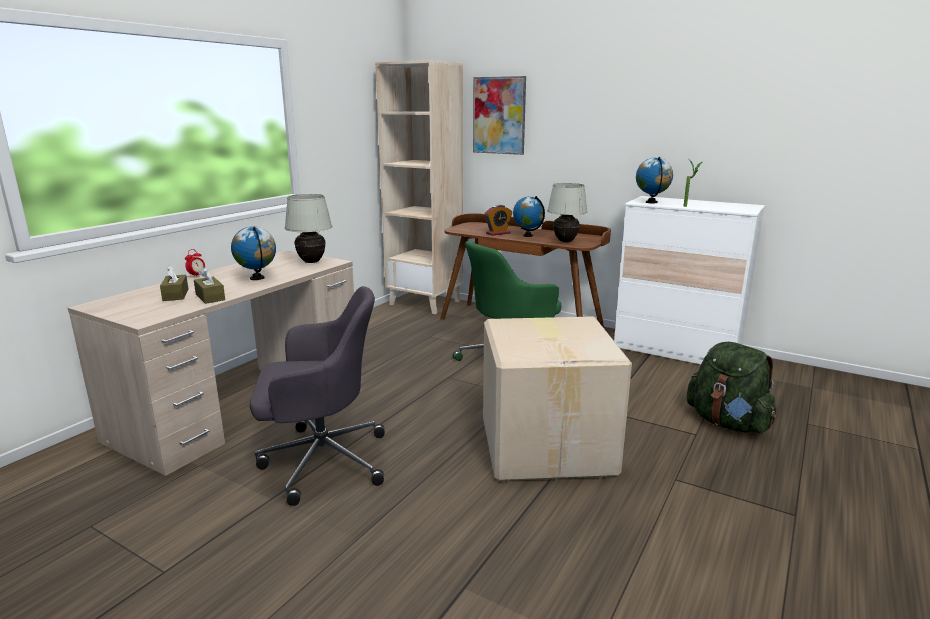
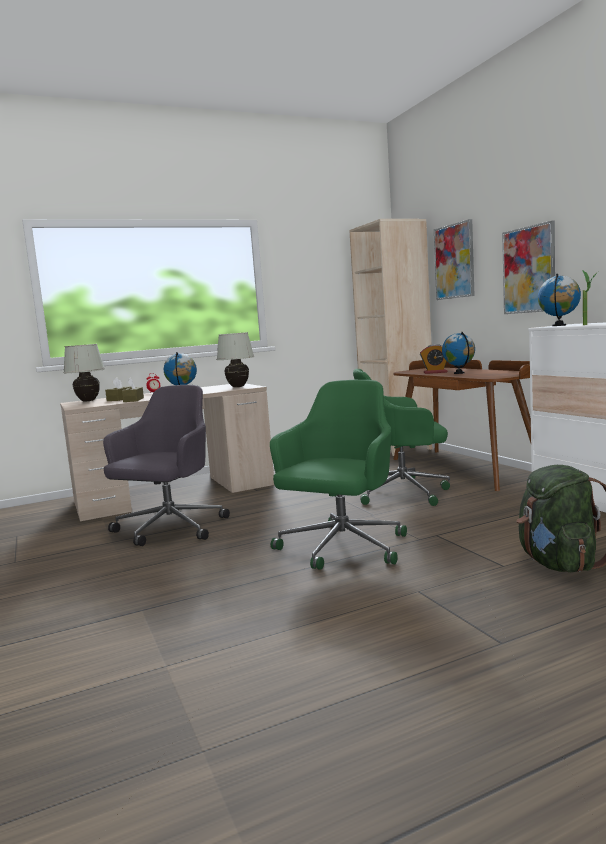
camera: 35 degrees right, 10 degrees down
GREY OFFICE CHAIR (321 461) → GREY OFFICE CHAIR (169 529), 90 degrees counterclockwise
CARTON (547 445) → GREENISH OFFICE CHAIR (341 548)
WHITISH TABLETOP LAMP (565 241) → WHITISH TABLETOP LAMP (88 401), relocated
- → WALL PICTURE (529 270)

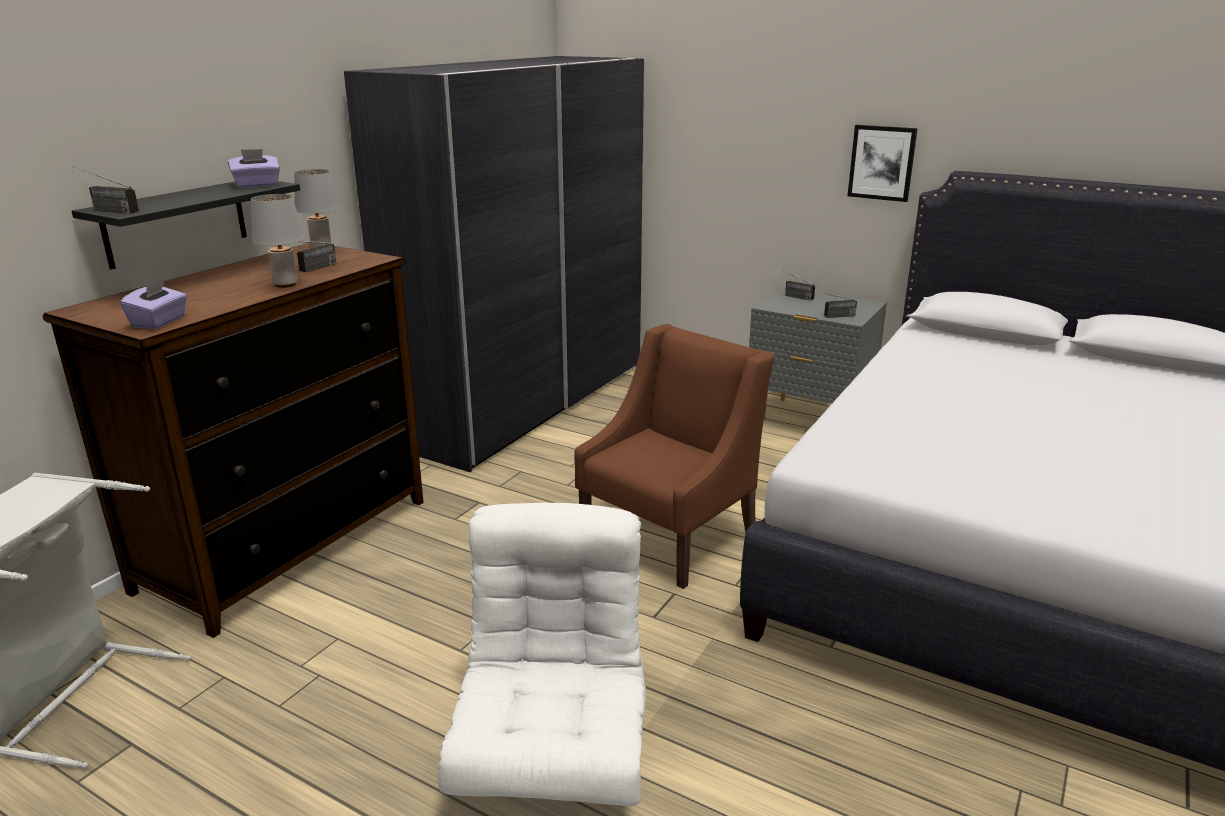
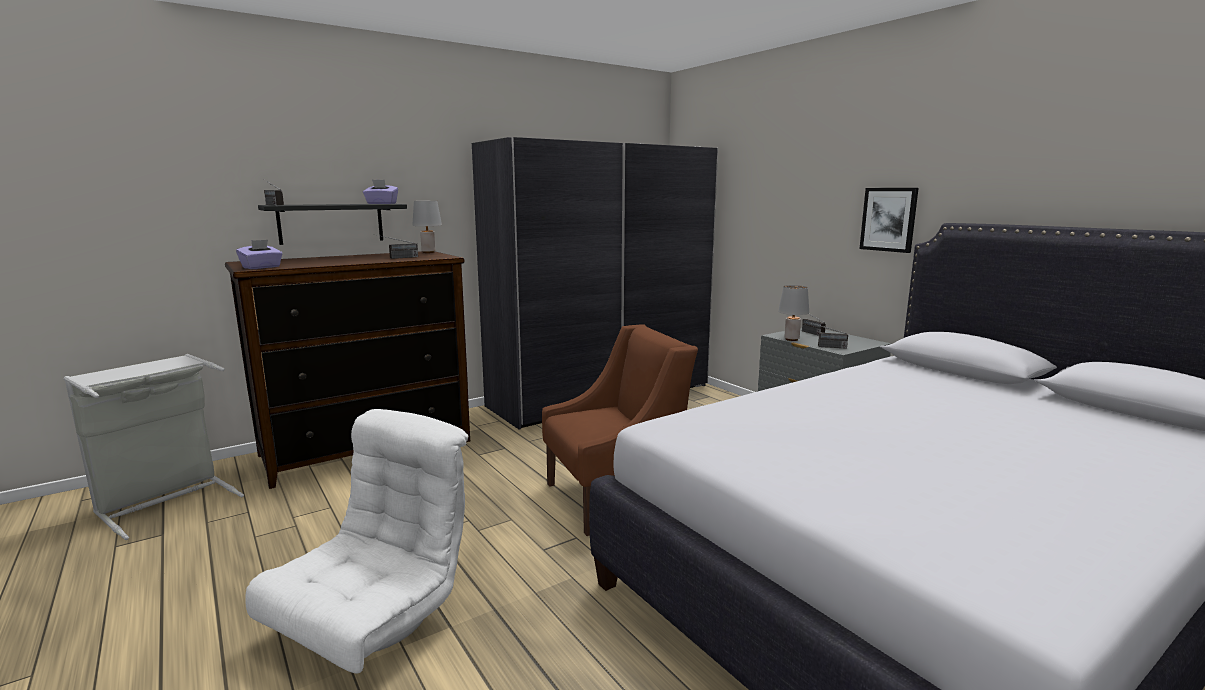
camera: 25 degrees right, 10 degrees down
GREY TABLETOP LAMP (284 285) → GREY TABLETOP LAMP (791 339), relocated

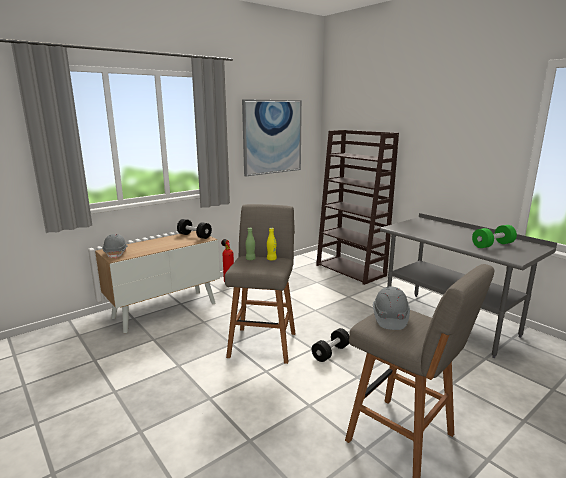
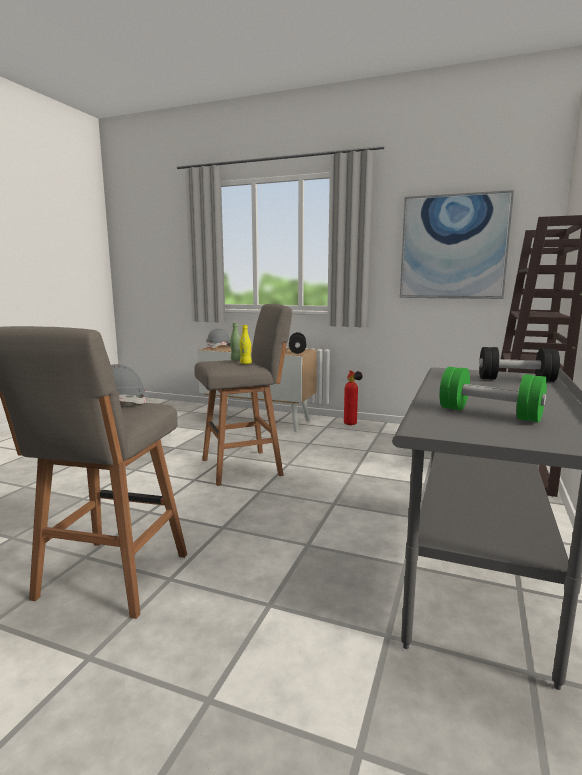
camera: 60 degrees right, 5 degrees down
BLACKISH HAND WEIGHT (330 352) → BLACKISH HAND WEIGHT (515 380), relocated

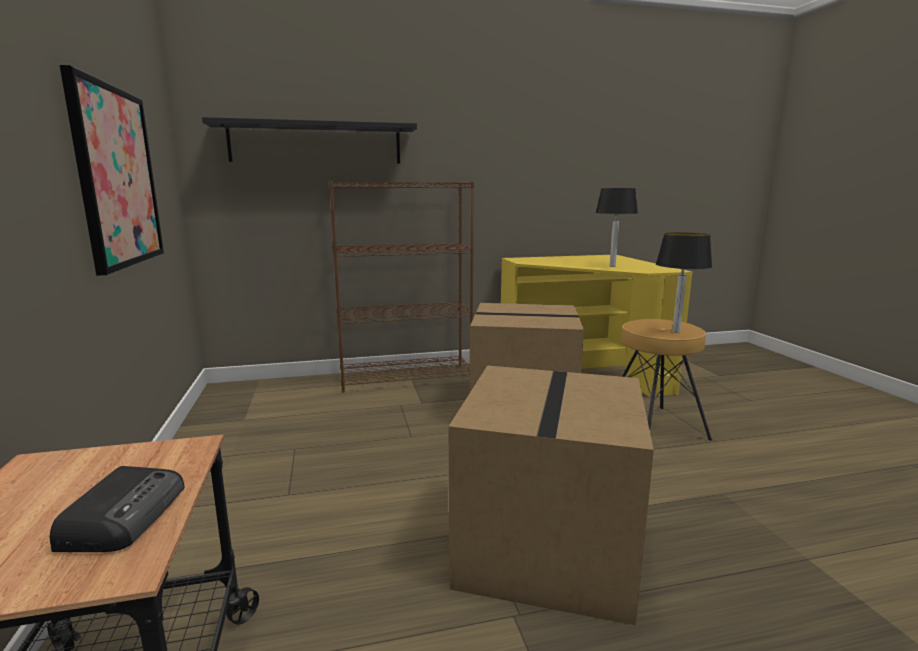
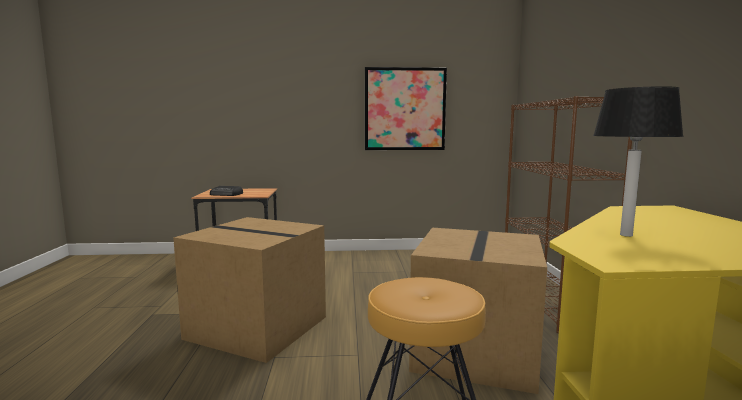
camera: 100 degrees right, 5 degrees down
BLACKISH BRACKET SHELF (316 143) → -
TABLETOP LAMP (676 332) → -

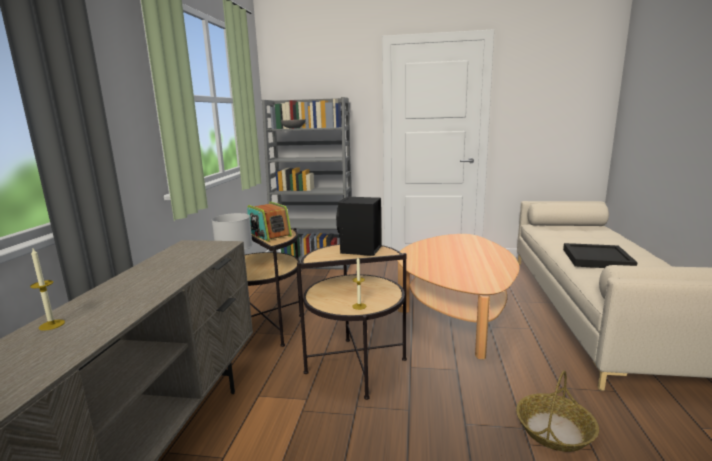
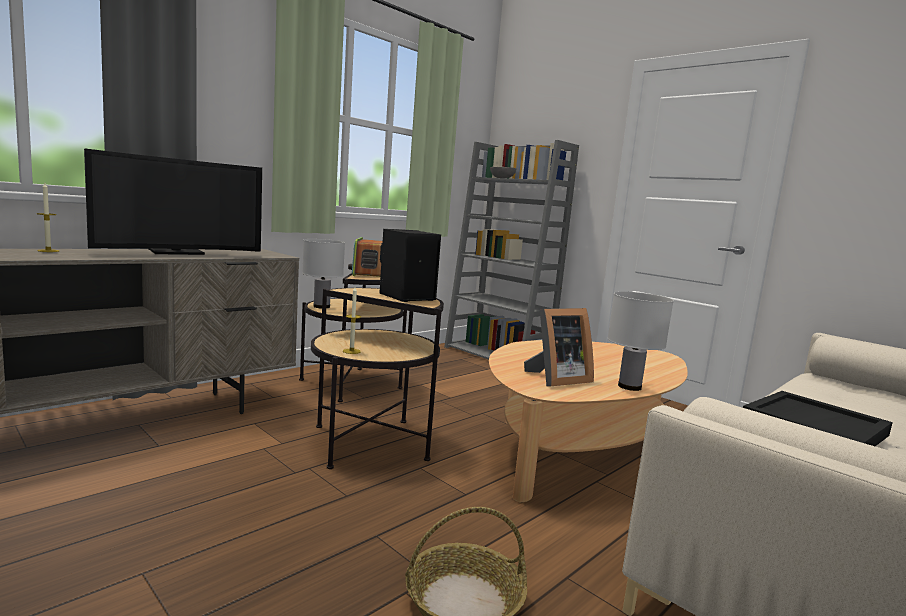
camera: 35 degrees right, 5 degrees down
- → TELEVISION (176 252)
- → STANDING FRAME (556 379)
- → WHITISH TABLETOP LAMP (630 387)

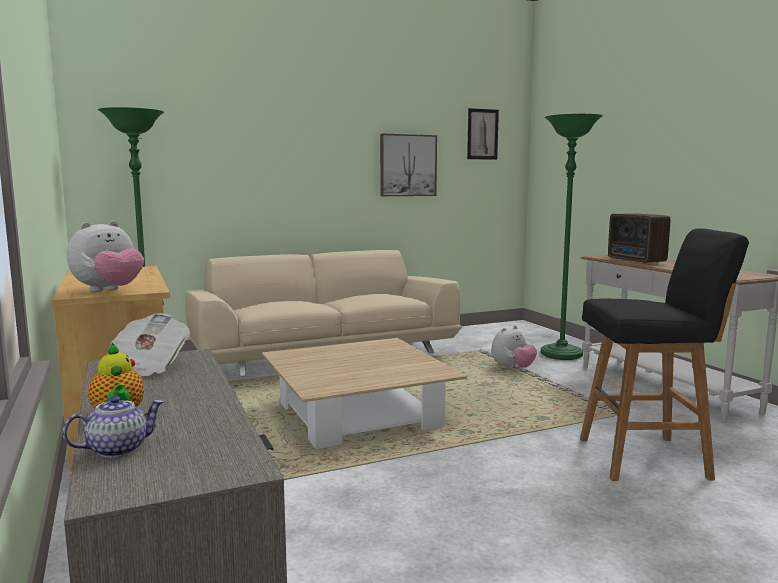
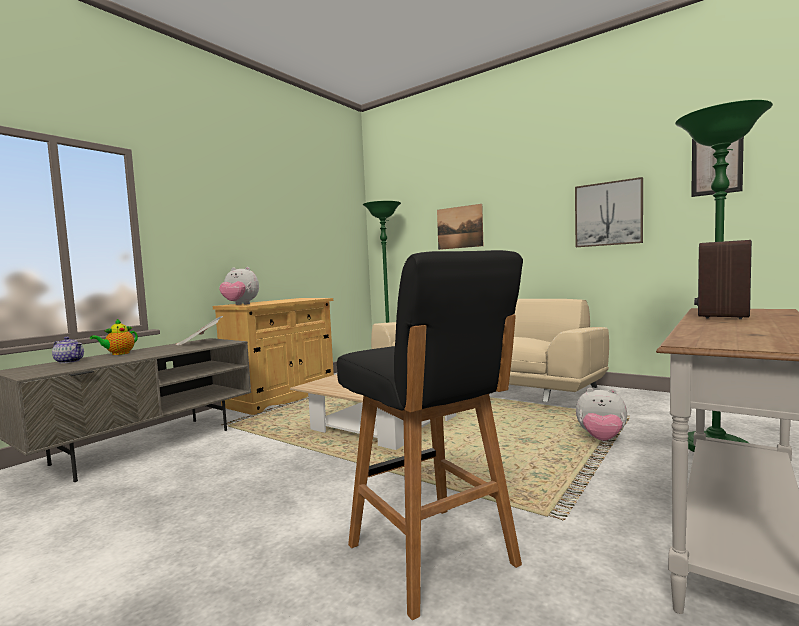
camera: 60 degrees right, 5 degrees down
- → WALL PICTURE (459 227)

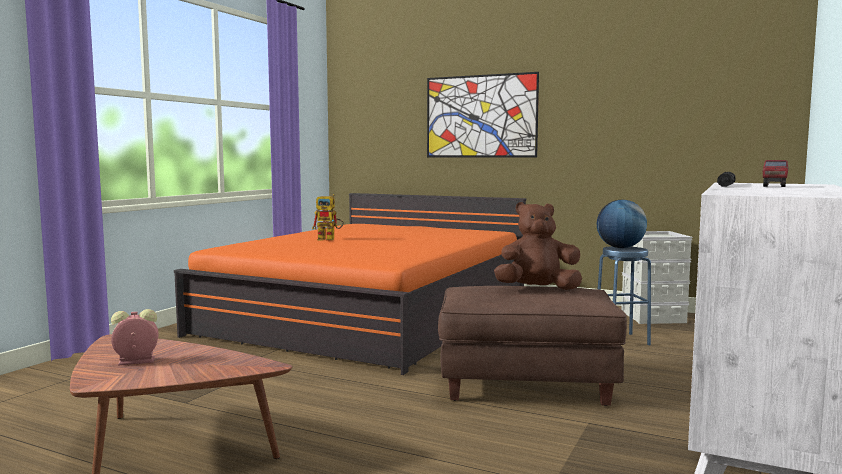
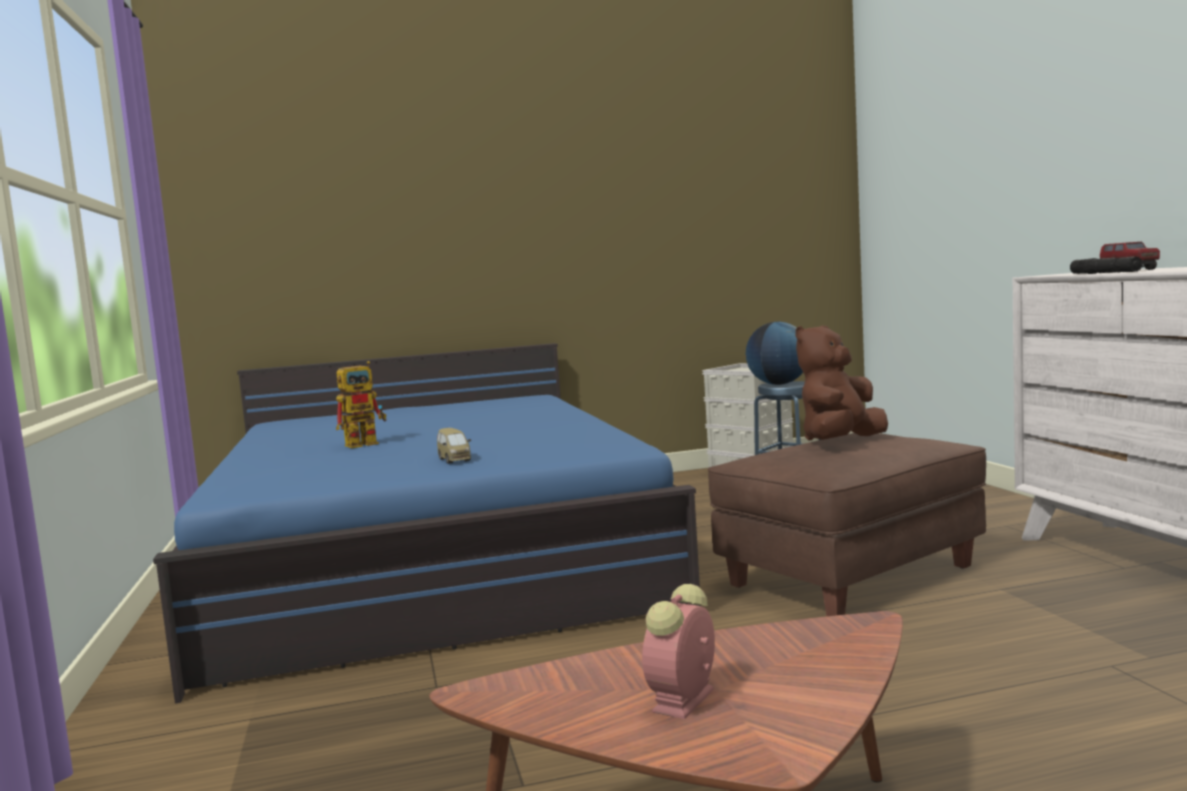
camera: 40 degrees left, 0 degrees up
ORANGE BEDROOM BED (372 314) → BLUE-COLOURED BEDROOM BED (432 560)
WALL PICTURE (480 116) → -
- → TOY CAR (455 459)

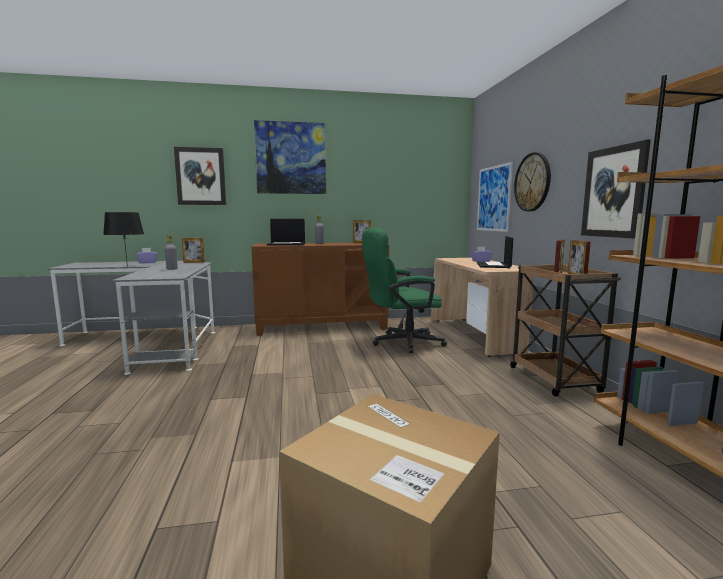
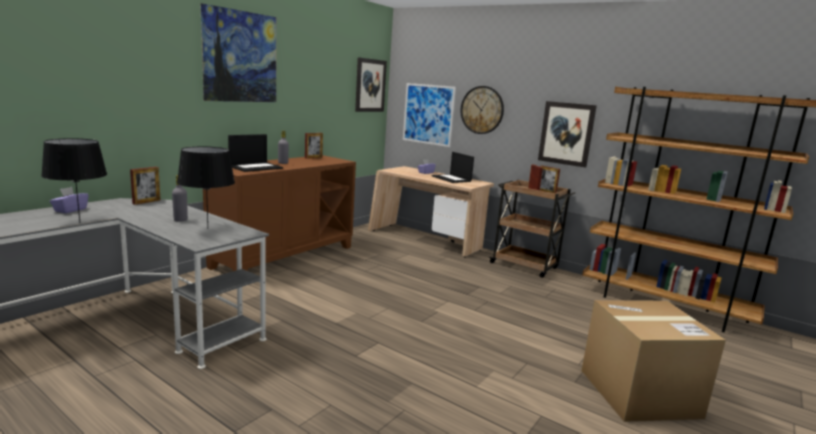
camera: 45 degrees left, 5 degrees up
WALL PICTURE (200 176) → WALL PICTURE (370 85), relocated
GREENISH OFFICE CHAIR (401 343) → -
- → BLACKISH TABLETOP LAMP (207 229)

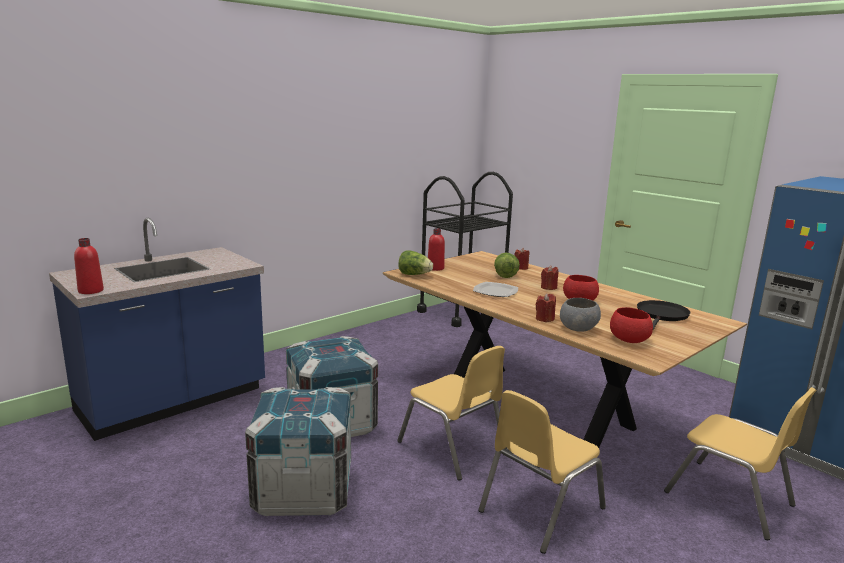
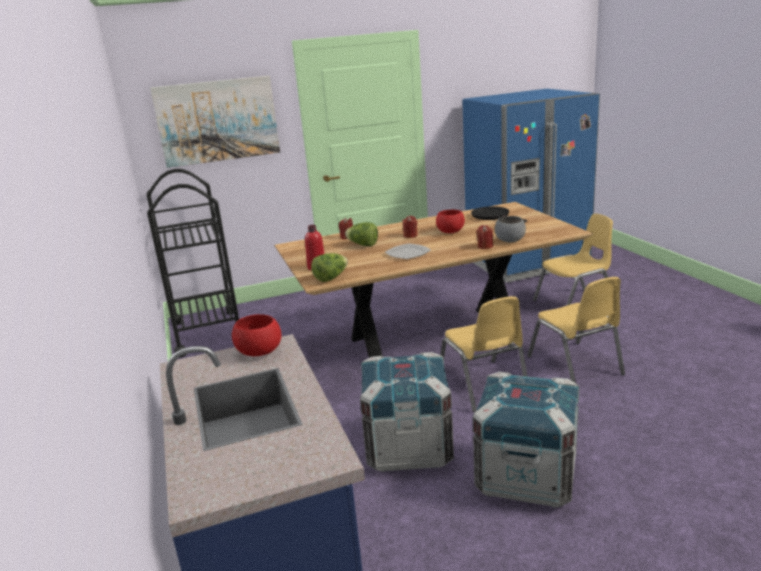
camera: 65 degrees left, 5 degrees up
RED-COLOURED BOTTLE (91 291) → -
YELLOW PLAIN CHAIR (452 448) → YELLOW PLAIN CHAIR (483 386), 90 degrees clockwise
RED-COLOURED SERVING BOWL (629 340) → RED-COLOURED SERVING BOWL (260 352), relocated
- → WALL PICTURE (217 121)

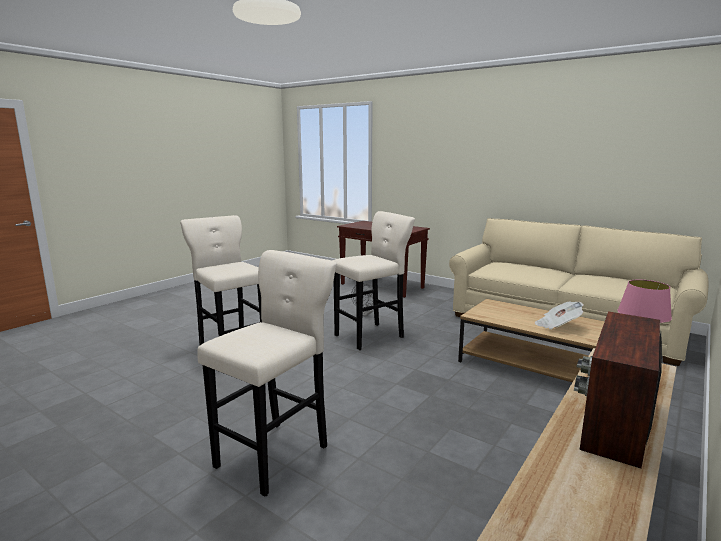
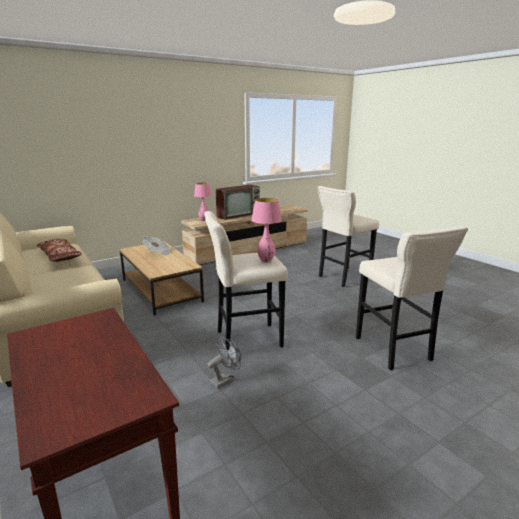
camera: 160 degrees left, 5 degrees up
- → BROWN THROW PILLOW (60 256)
- → PINK TABLETOP LAMP (266 261)

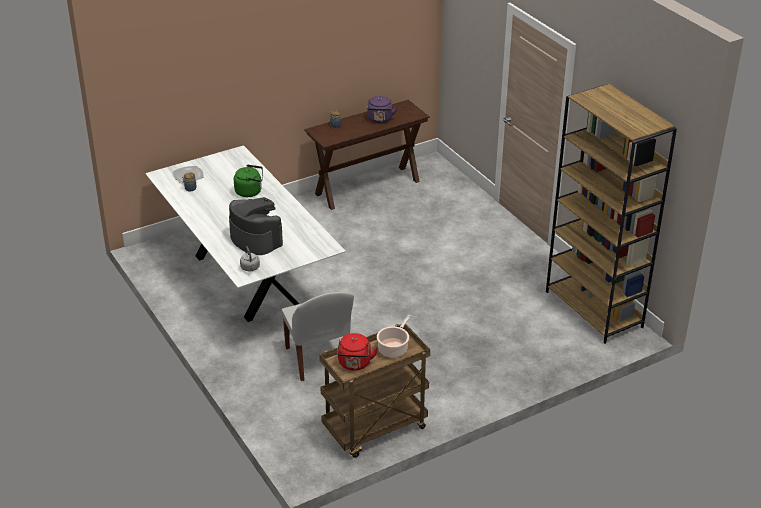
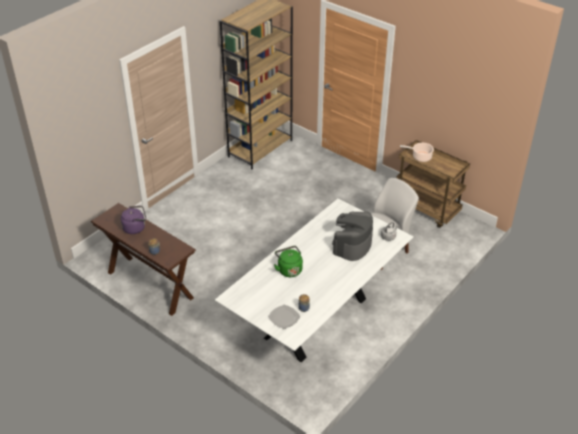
camera: 110 degrees left, 5 degrees up
RED-COLOURED KETTLE (354 364) → -

